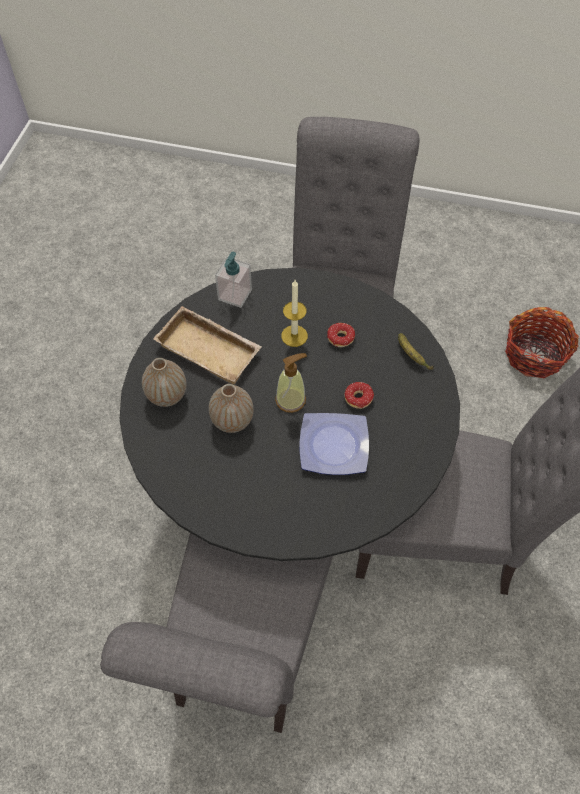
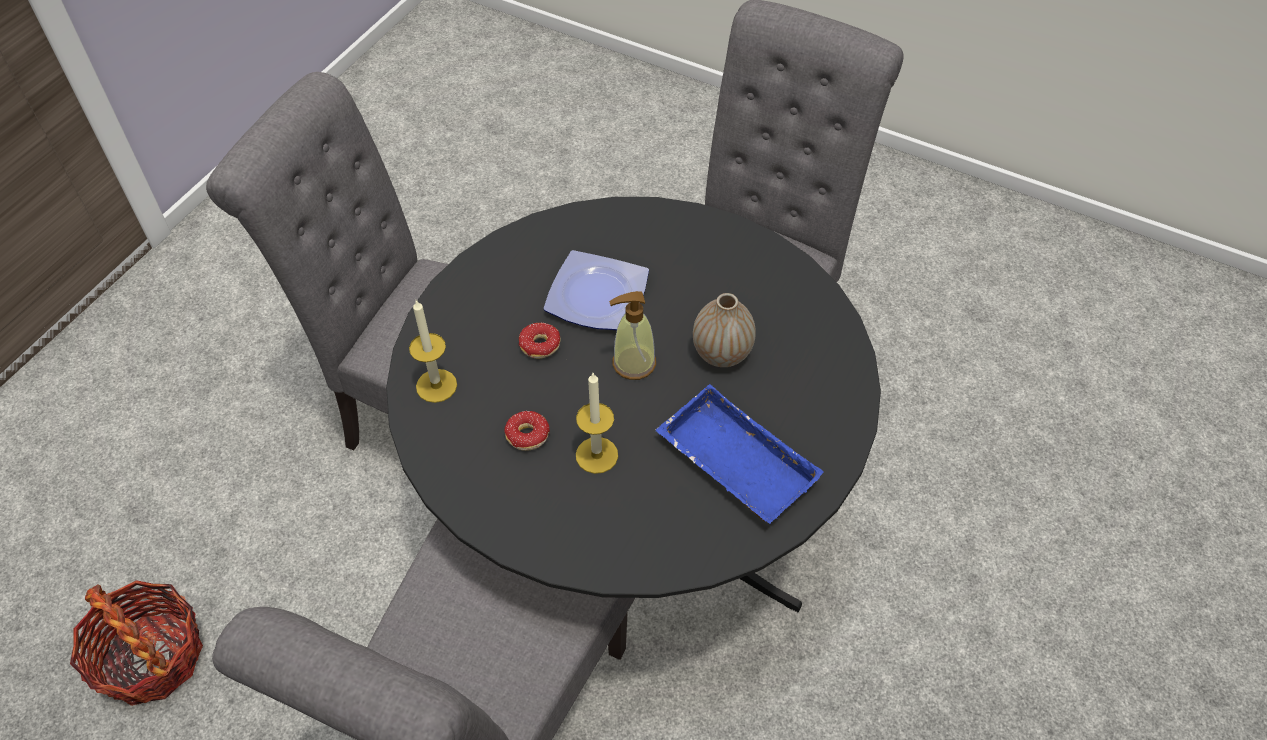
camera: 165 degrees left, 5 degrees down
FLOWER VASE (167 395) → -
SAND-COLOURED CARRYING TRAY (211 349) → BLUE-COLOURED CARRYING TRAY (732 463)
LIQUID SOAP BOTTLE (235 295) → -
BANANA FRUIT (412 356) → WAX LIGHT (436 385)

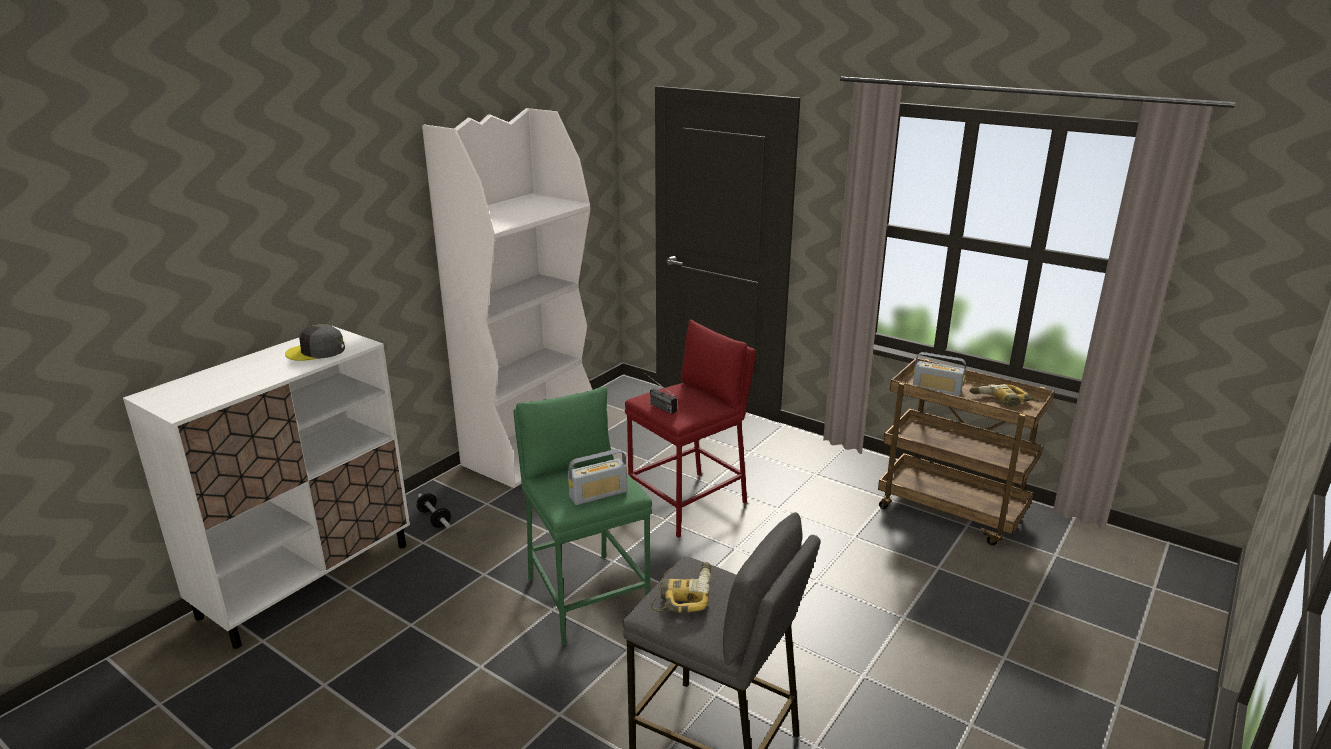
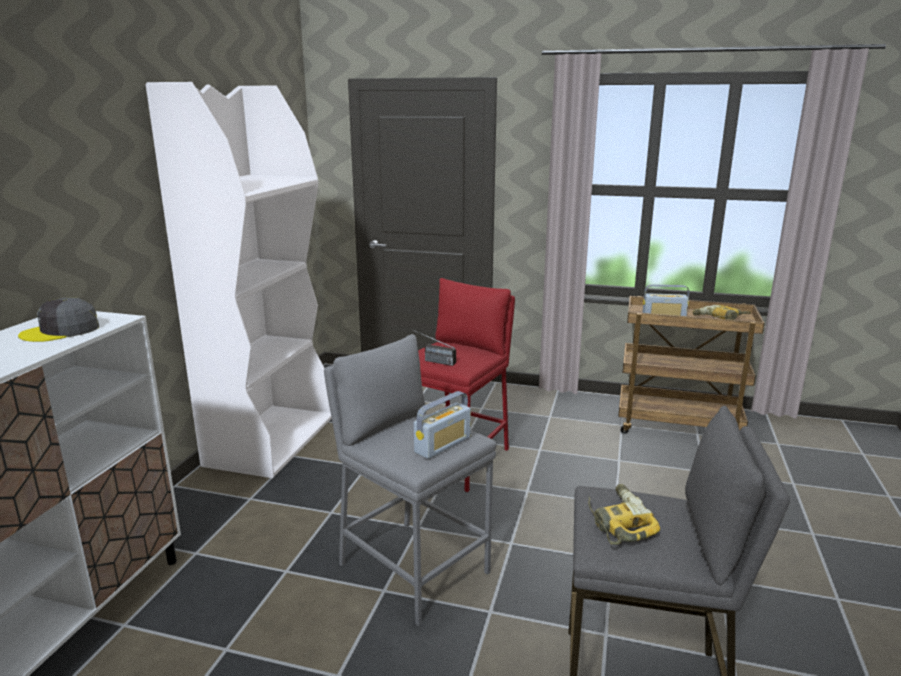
camera: 20 degrees left, 5 degrees down
HAND WEIGHT (434 519) → -
GREENISH STOOL (586 596) → GREY STOOL (413 568)

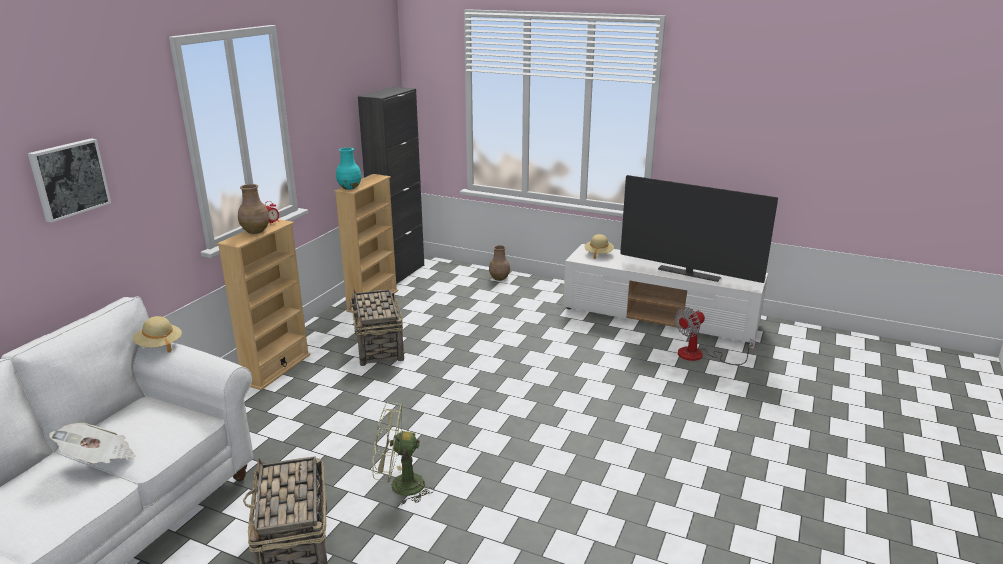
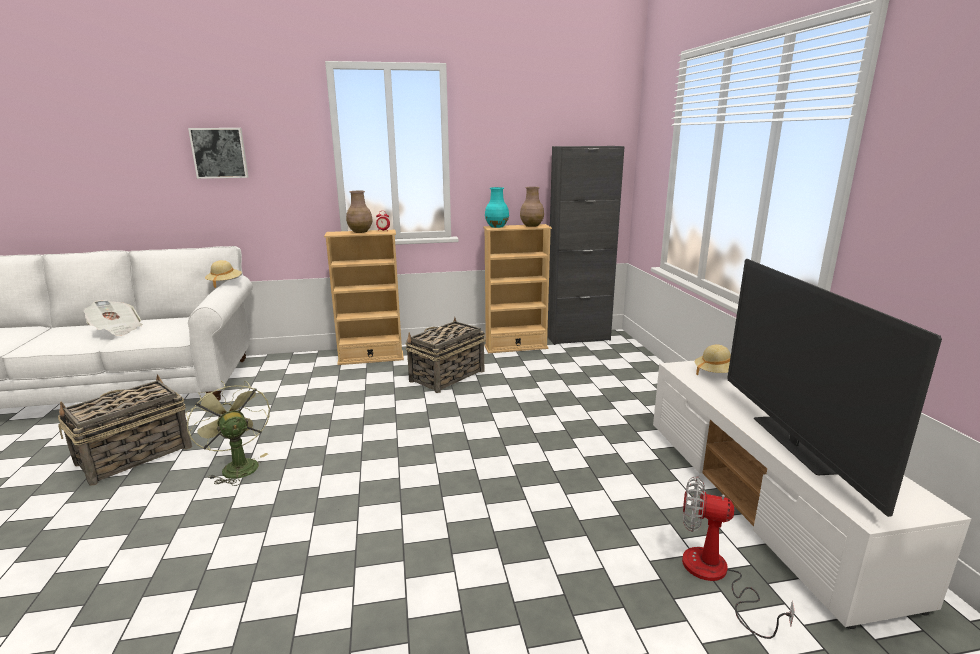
camera: 55 degrees right, 5 degrees down
BROWN FLOWER VASE (499 278) → BROWN FLOWER VASE (531 225), relocated

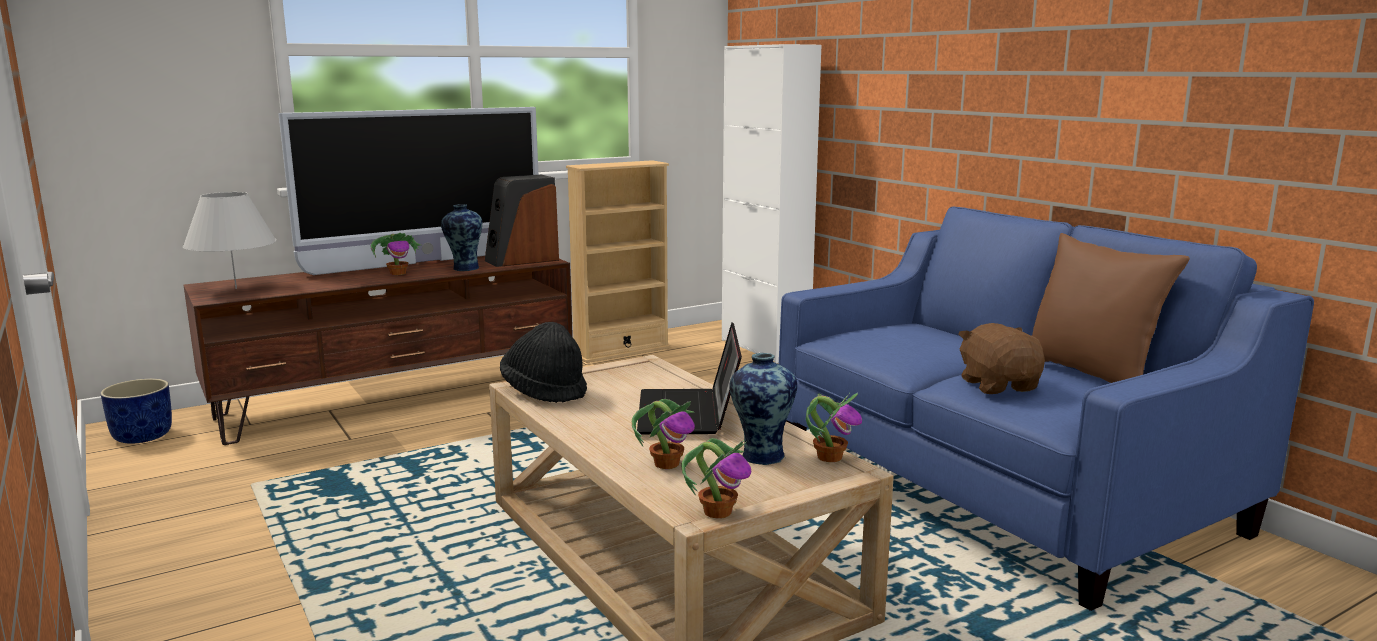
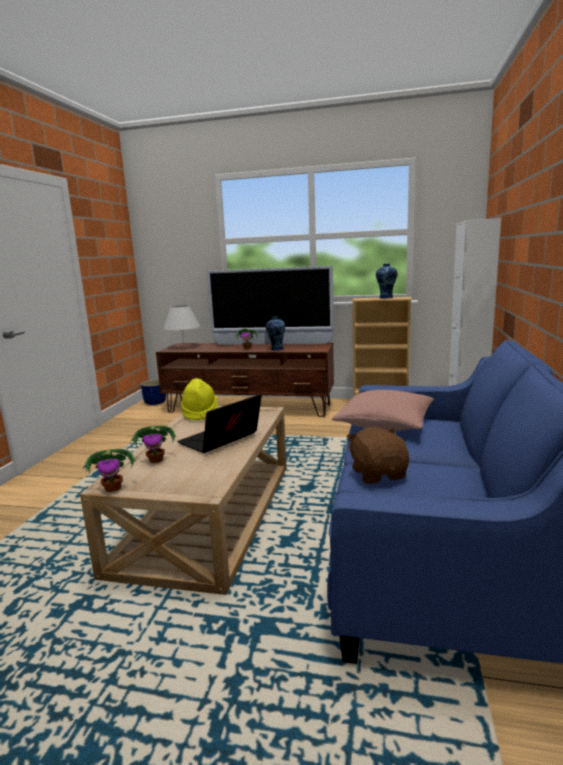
camera: 45 degrees right, 0 degrees up
SPEAKER (522 260) → -
BLACKISH CLOTHING HAT (545 391) → YELLOW CLOTHING HAT (200 413)
FLOWER VASE (761 456) → FLOWER VASE (386 298), relocated
POTTED PLANT (829 457) → -
BROWN CUDDLY TOY (999 385) → BROWN CUDDLY TOY (378 474), 45 degrees counterclockwise
BROWN THROW PILLOW (1091 374) → -
- → PINK THROW PILLOW (384 424)

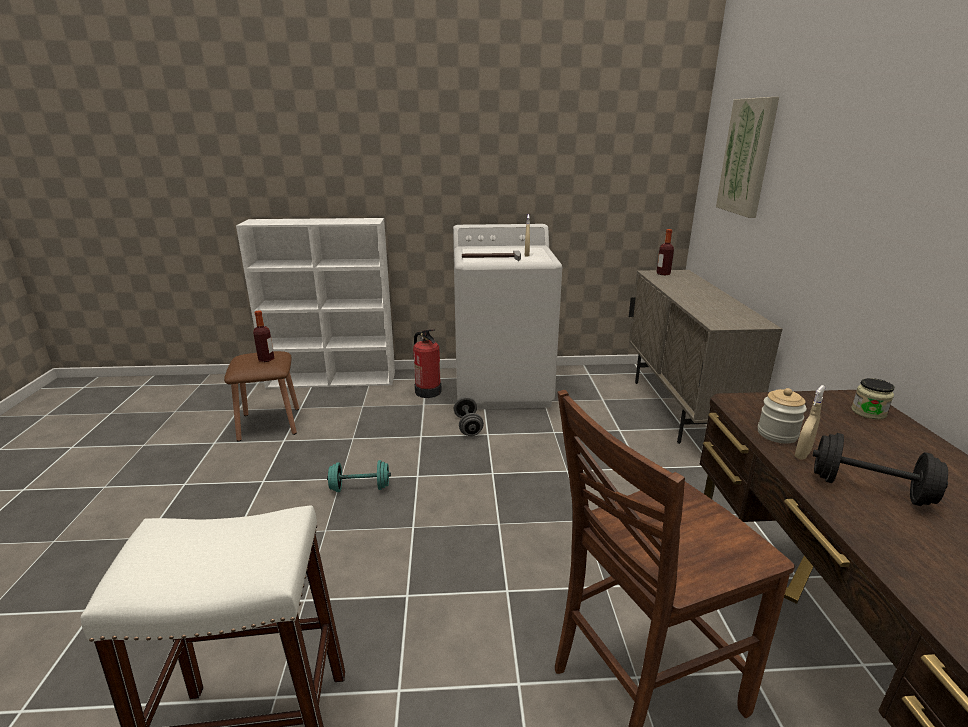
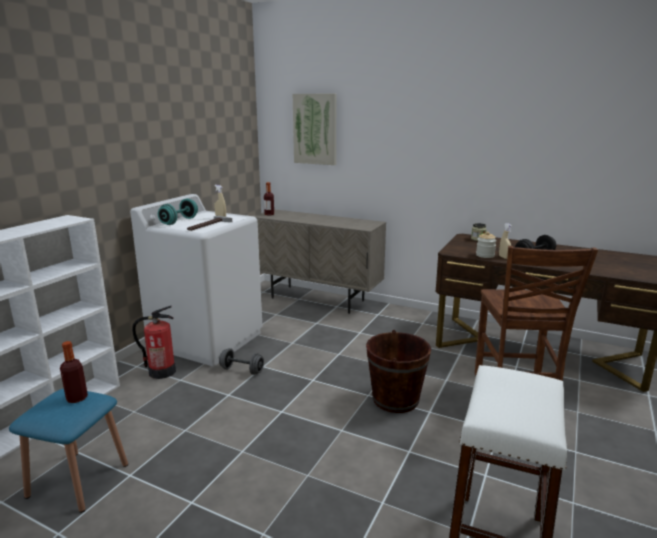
camera: 60 degrees left, 5 degrees down
BROWN STOOL (269 424) → BLUE-COLOURED STOOL (78 480)
TURQUOISE HAND WEIGHT (360 488) → TURQUOISE HAND WEIGHT (179 221), relocated
- → BROWN BUCKET (395 399)

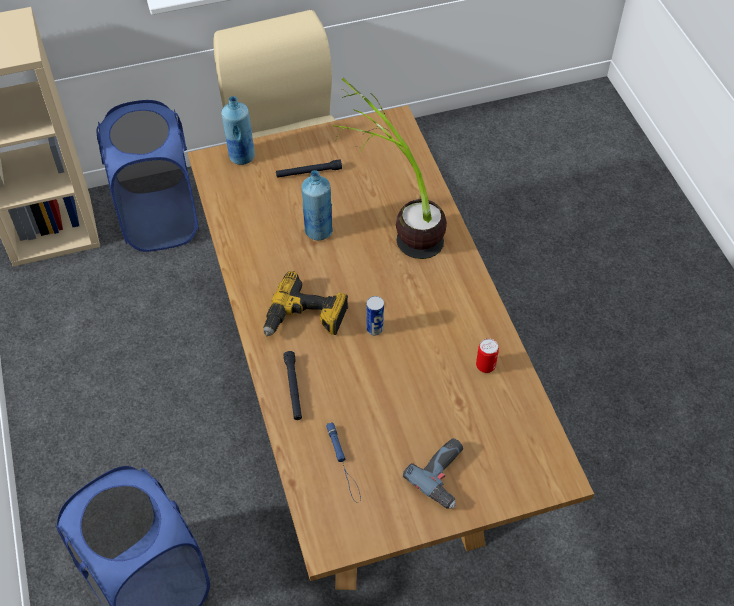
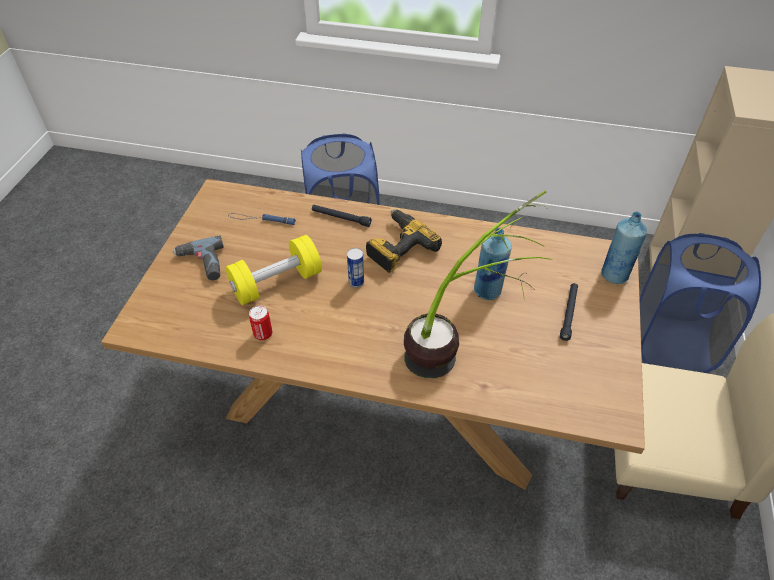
camera: 120 degrees right, 5 degrees down
- → YELLOW HAND WEIGHT (276 283)

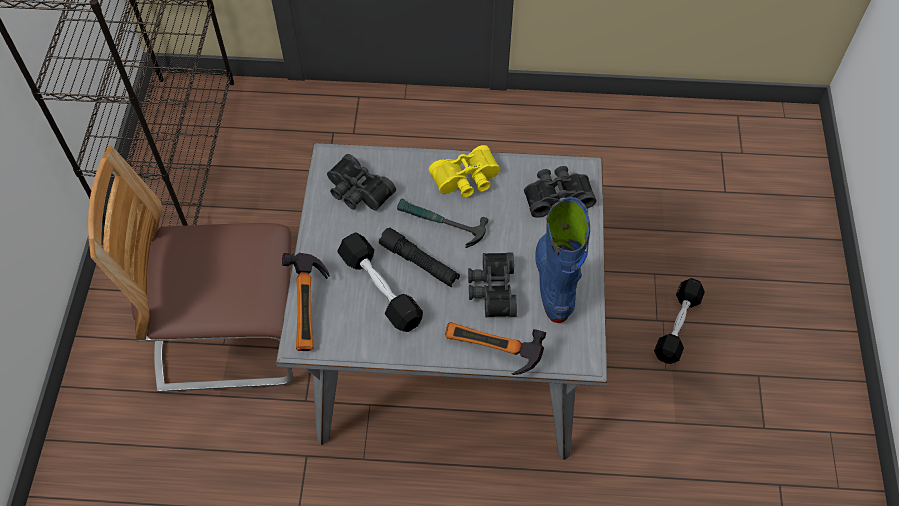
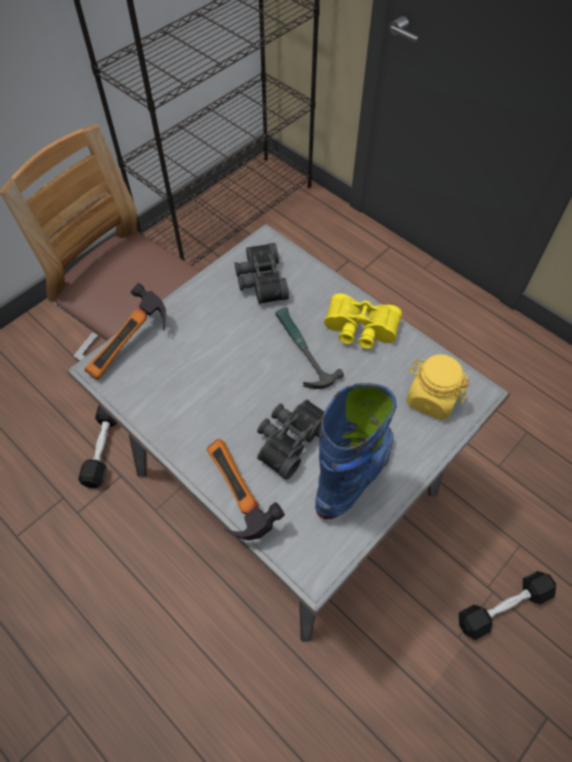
camera: 40 degrees right, 0 degrees up
BLACKISH HAND WEIGHT (380 289) → BLACKISH HAND WEIGHT (103 447), relocated
BLACKISH FLASHLIGHT (419 263) → -
BLACKISH FIELD GLASSES (557 195) → YELLOW PRESERVE JAR (431 398)

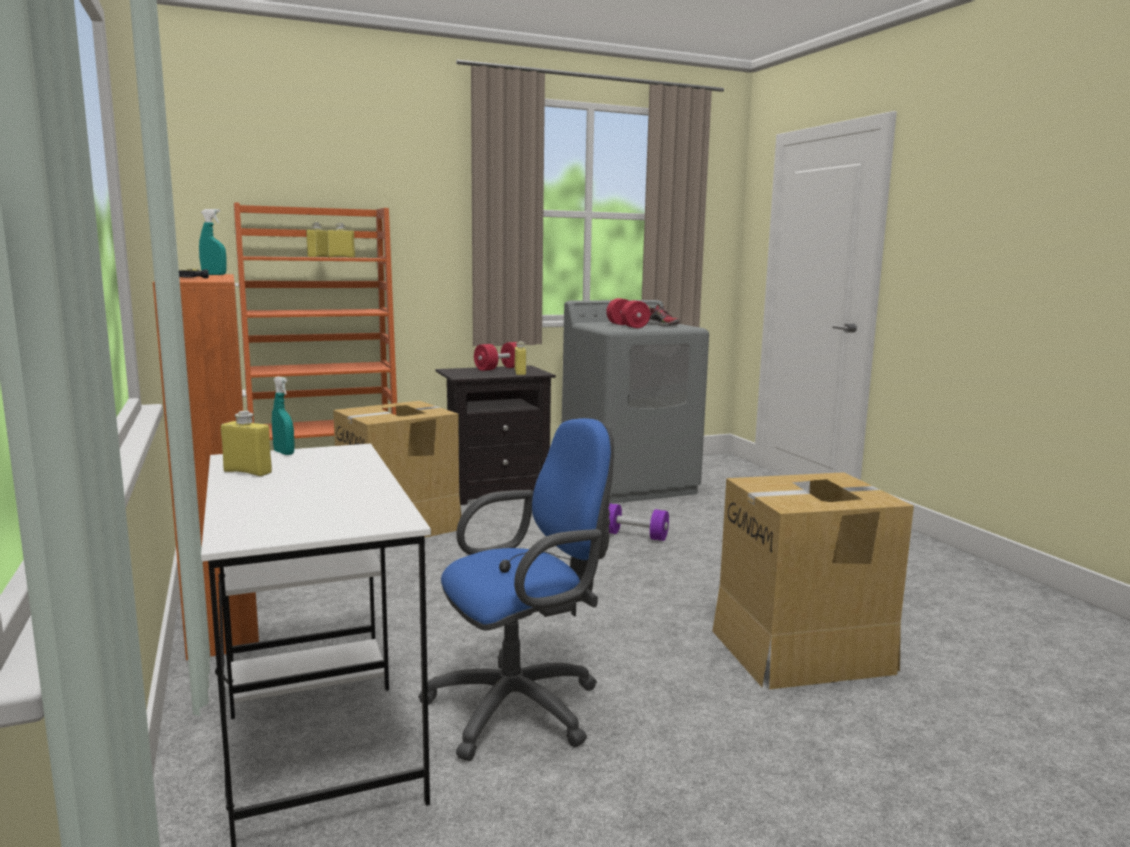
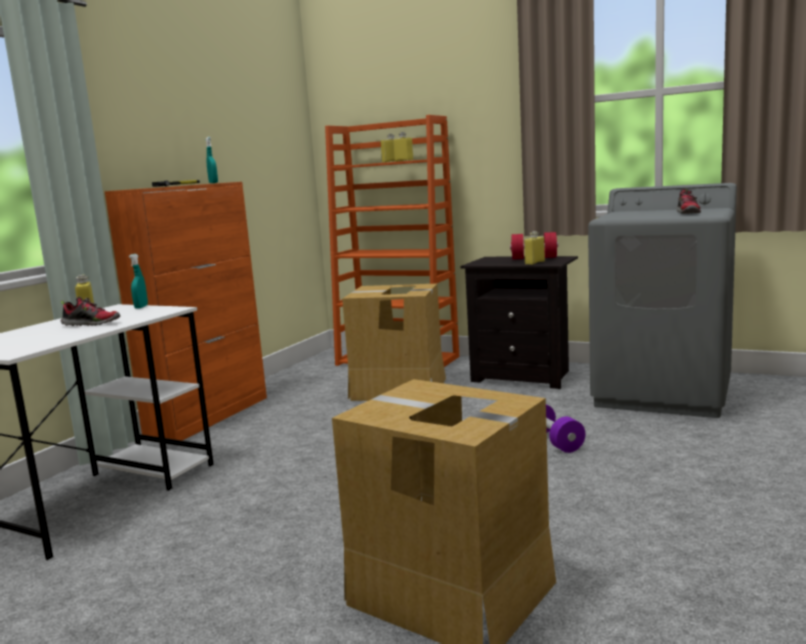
camera: 50 degrees right, 0 degrees up
BLUE-COLOURED OFFICE CHAIR (523 707) → -
RED-COLOURED HAND WEIGHT (627 326) → -
- → SHOE (92 324)

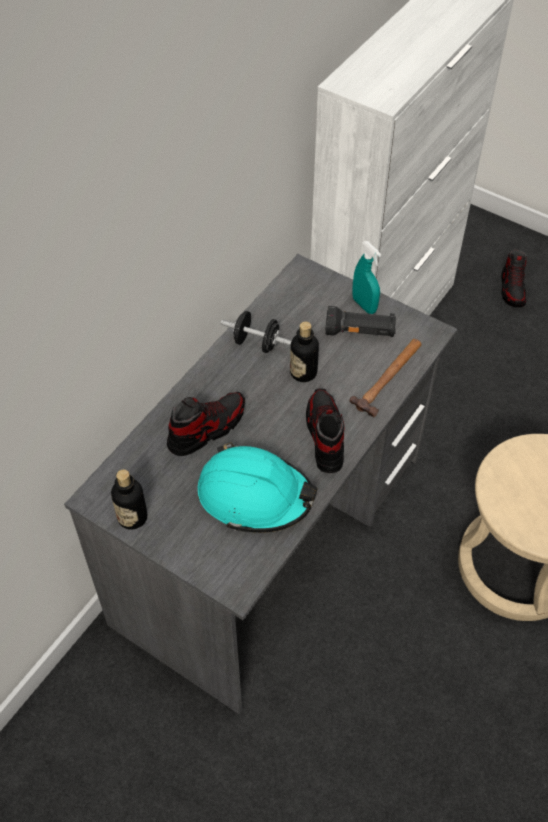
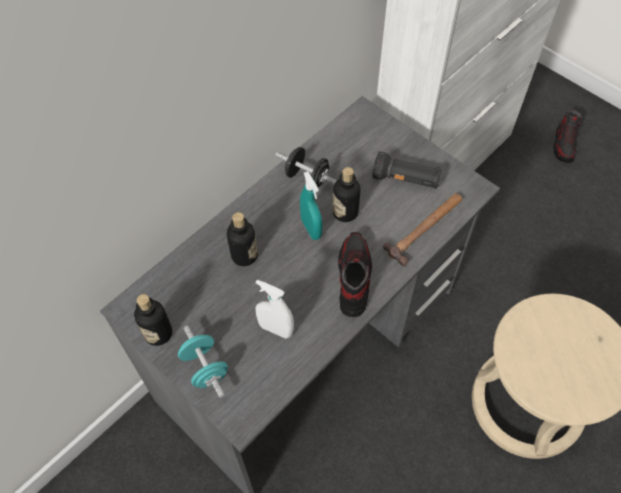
camera: 10 degrees right, 5 degrees up
SHOE (206 429) → BOTTLE (244 255)
TURQUOISE SAFETY HELMET (255 496) → WHITISH SPRAY BOTTLE (276 329)
TURQUOISE SPRAY BOTTLE (364 305) → TURQUOISE SPRAY BOTTLE (311 228), relocated
- → TURQUOISE HAND WEIGHT (205 368)

